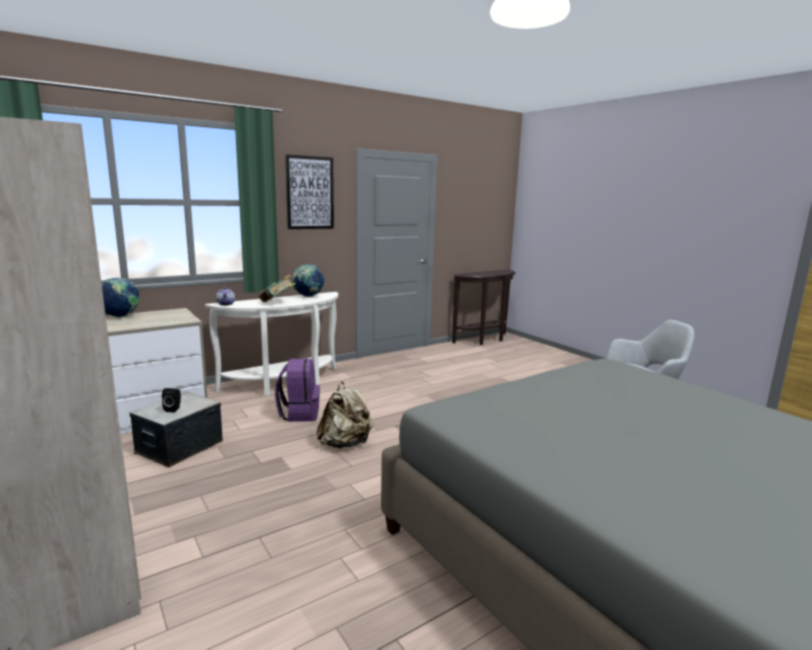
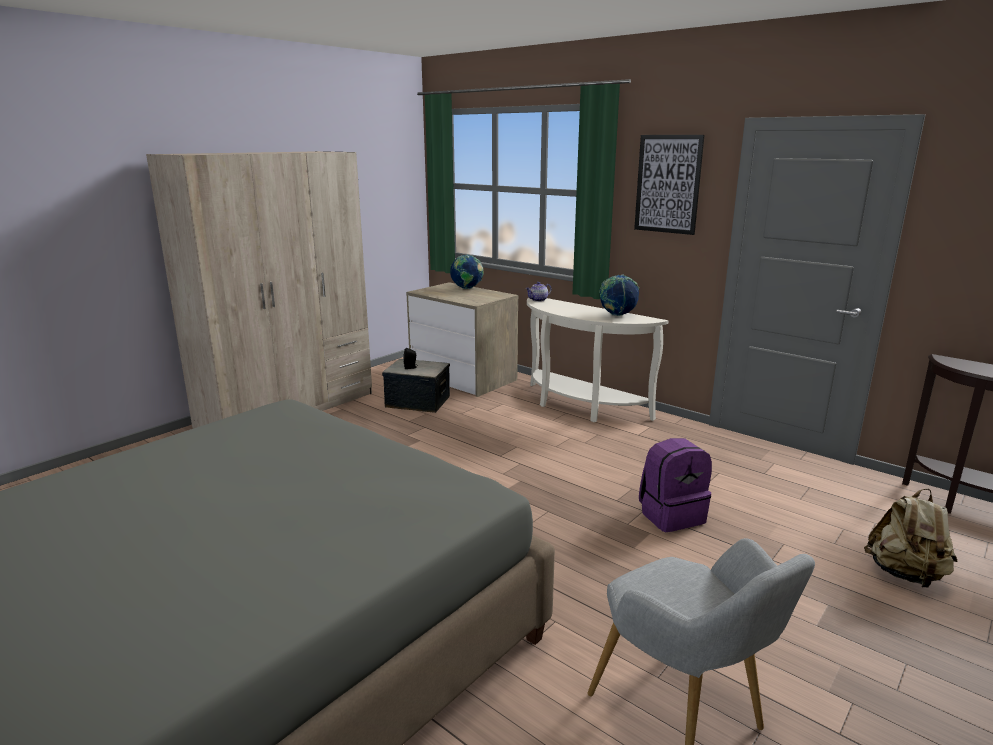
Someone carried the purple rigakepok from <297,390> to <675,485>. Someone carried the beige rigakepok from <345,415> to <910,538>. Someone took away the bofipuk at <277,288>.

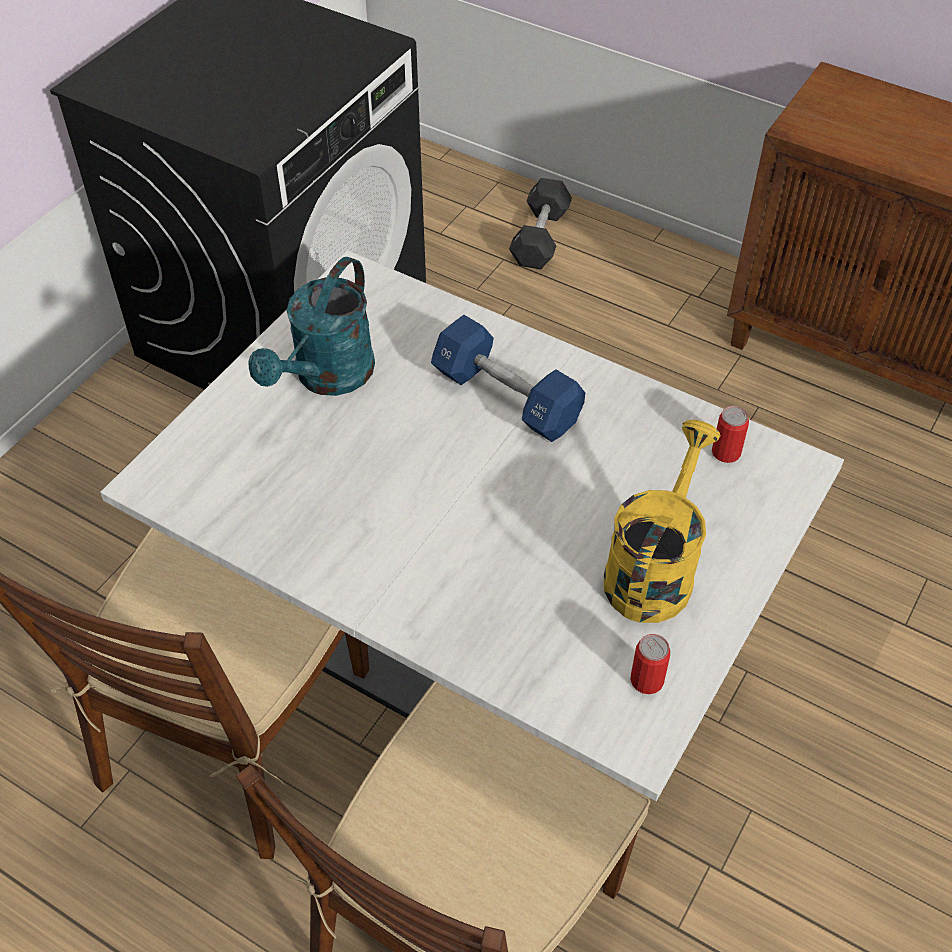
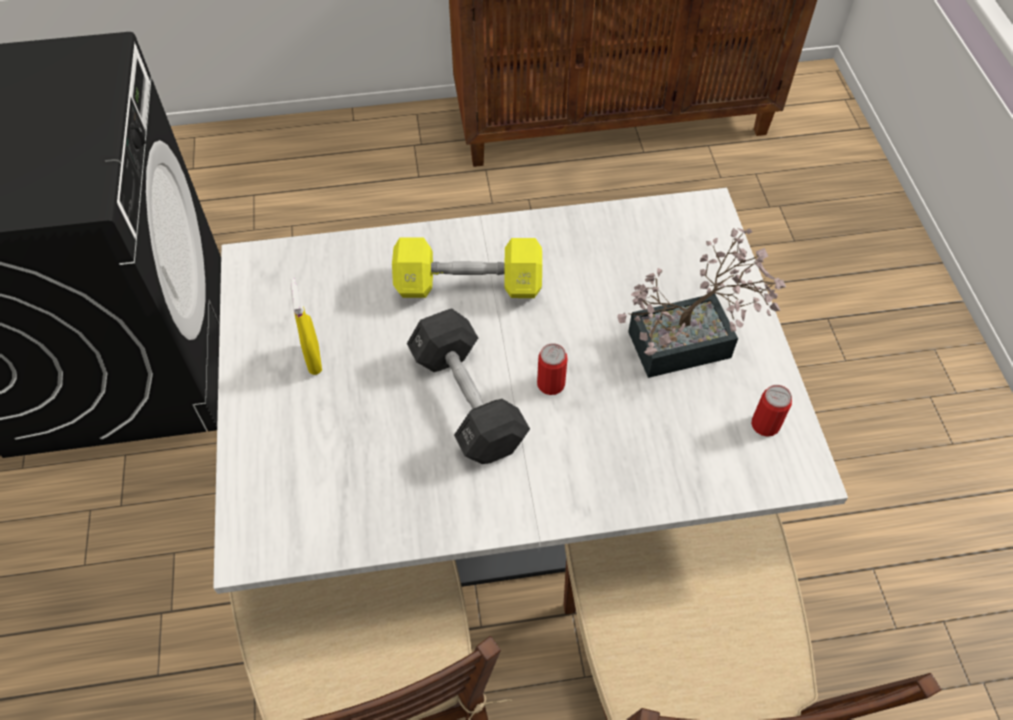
Someone swapped the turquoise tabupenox at <311,326> for the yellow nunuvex at <306,326>. Someone repainted the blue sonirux at <508,378>, which became the yellow sonirux at <467,268>. Someone carried the black sonirux from <540,223> to <468,386>. Someone carried the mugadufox from <730,434> to <552,369>. Someone swapped the yellow tabupenox at <662,521> for the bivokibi at <701,303>.

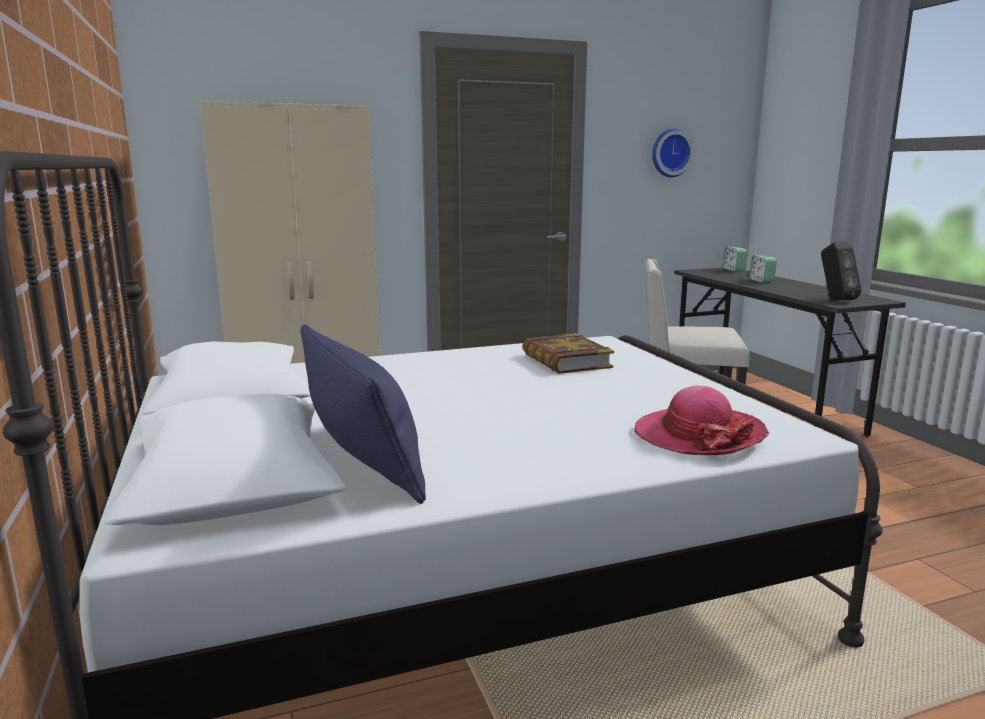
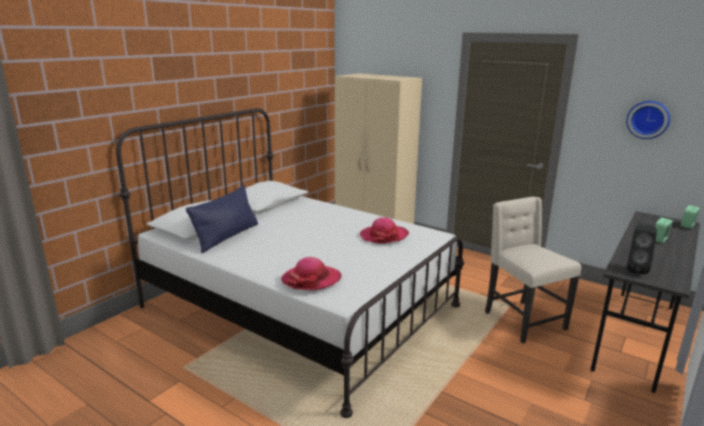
Someone swapped the bofipuk at <568,353> for the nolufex at <384,230>.

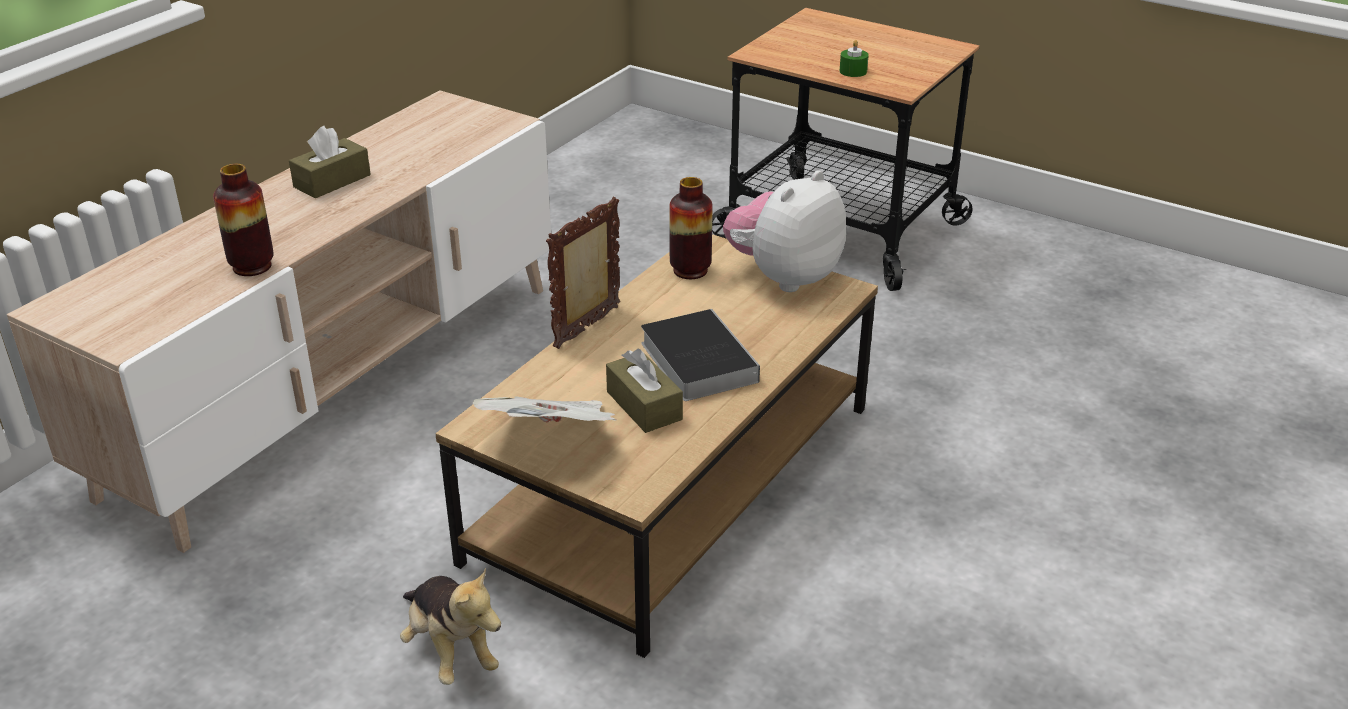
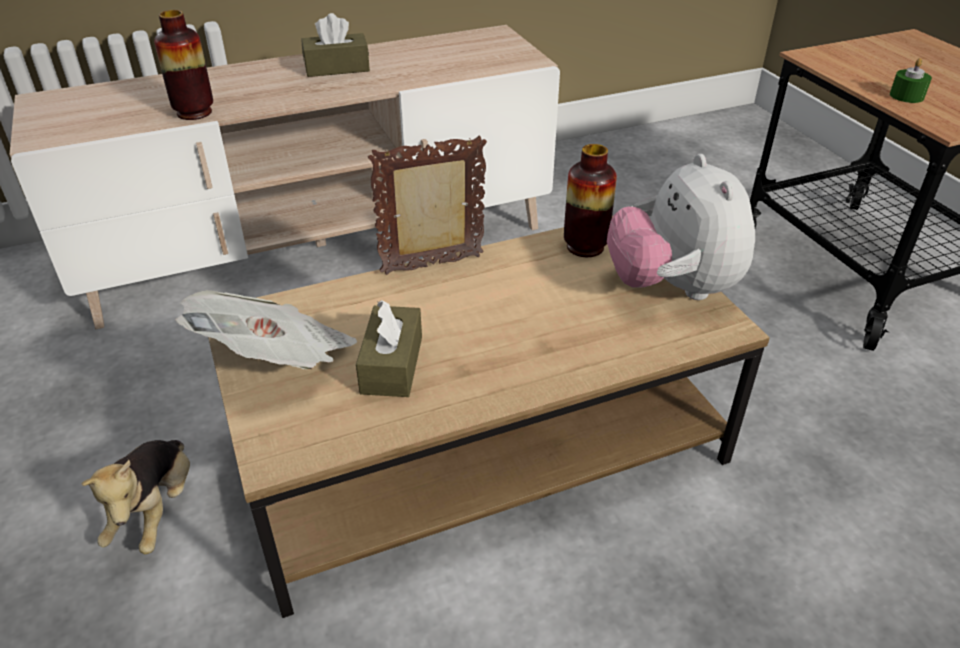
Someone rotated the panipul at <784,231> by 90 degrees counterclockwise. Someone took away the bofipuk at <700,355>.

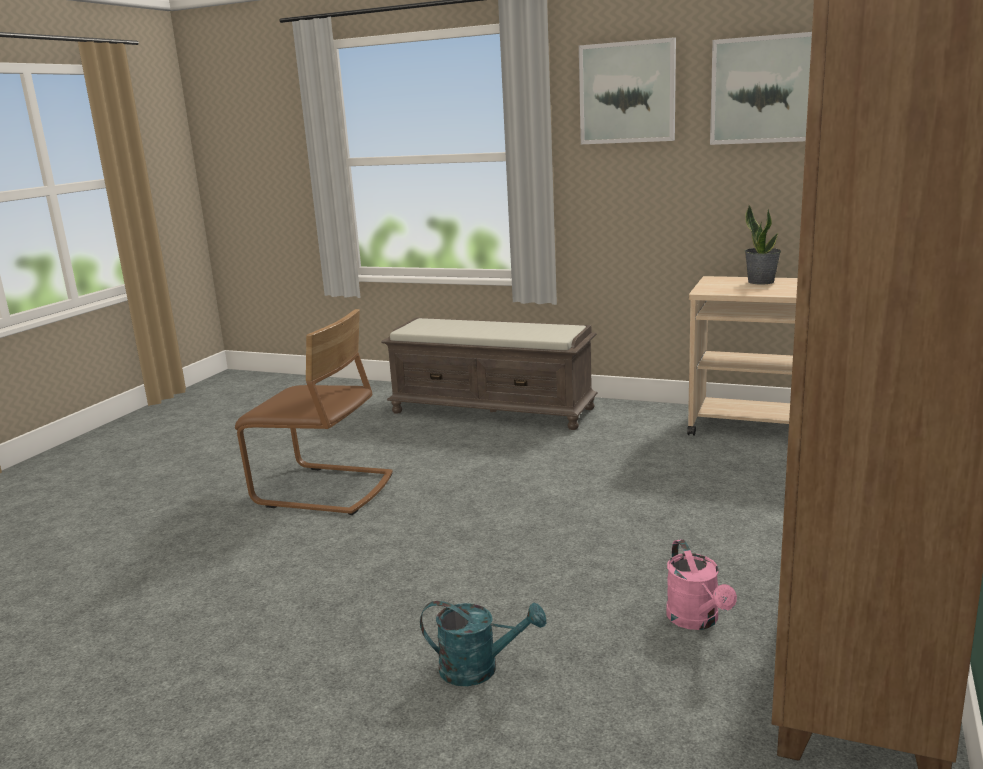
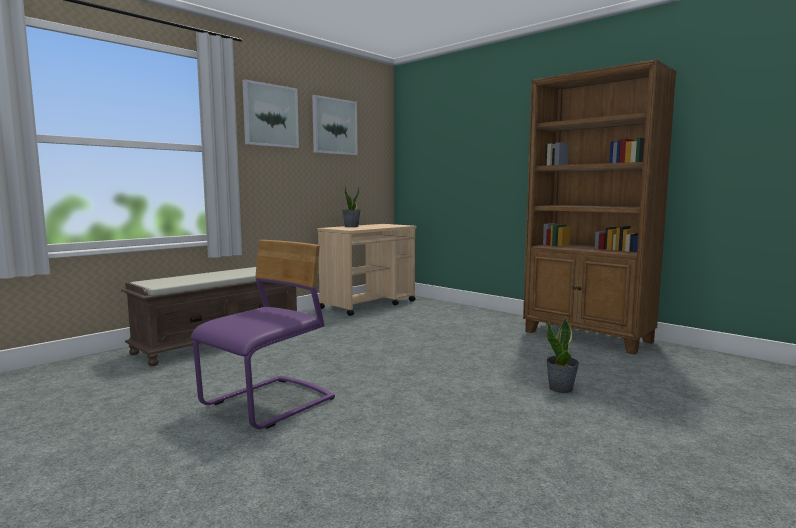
Someone repainted the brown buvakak at <314,412>, which became the purple buvakak at <263,334>. Someone swapped the turquoise tabupenox at <483,643> for the bivokibi at <562,355>. Someone took away the pink tabupenox at <701,584>.

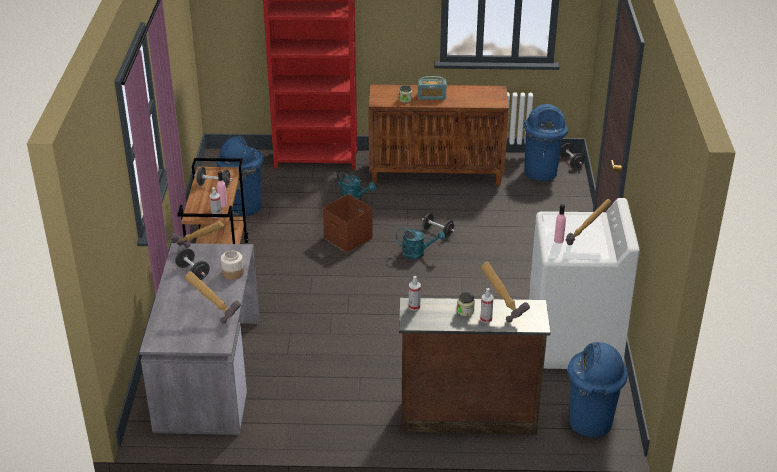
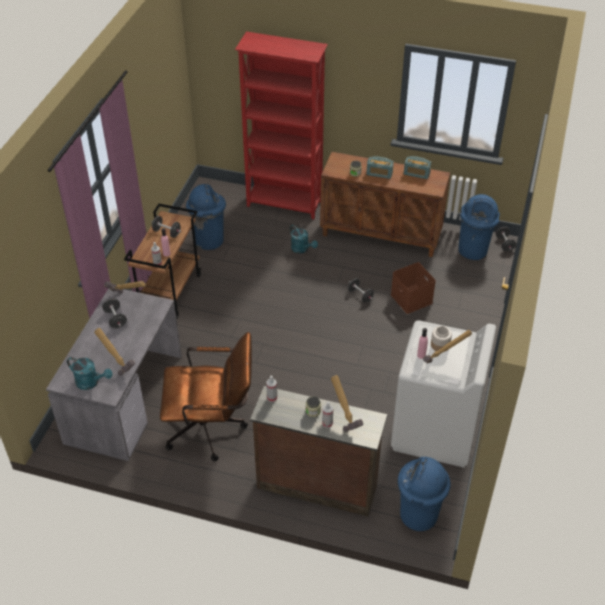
Someone carried the turquoise tabupenox from <420,244> to <89,373>. Someone put down the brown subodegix at <206,396>. Someone carried the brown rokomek from <348,223> to <413,288>. Someone put down the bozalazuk at <417,167>. Someone carried the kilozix from <232,265> to <441,339>.

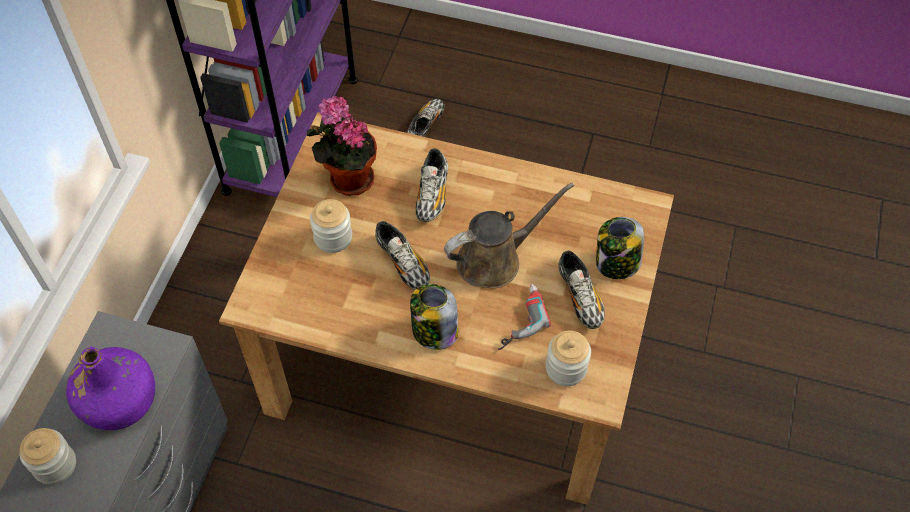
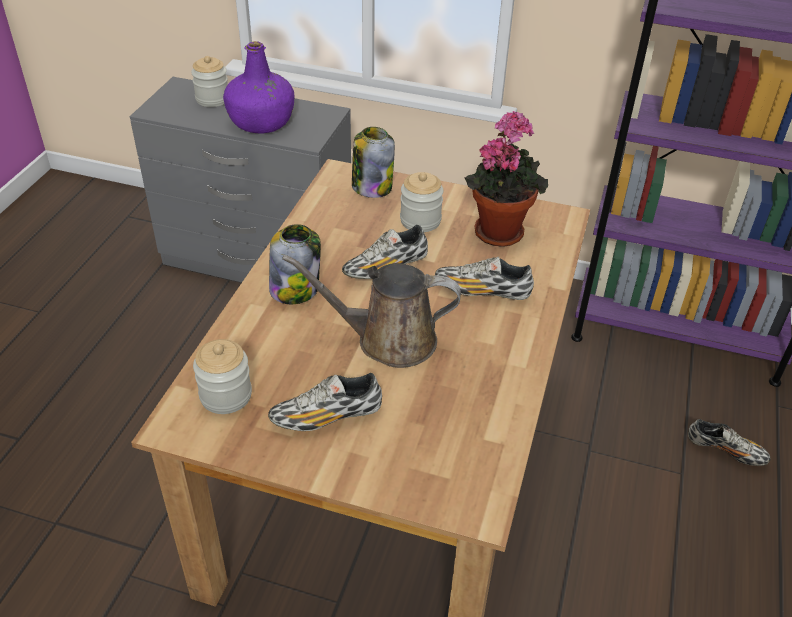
Someone rotated the brown tabupenox at <509,235> by 120 degrees clockwise. Someone carried the kilozix from <620,248> to <373,162>. Someone took away the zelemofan at <524,317>.

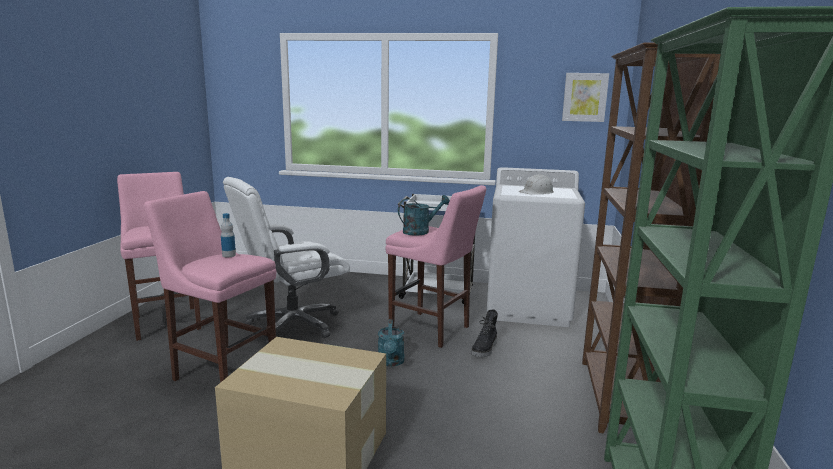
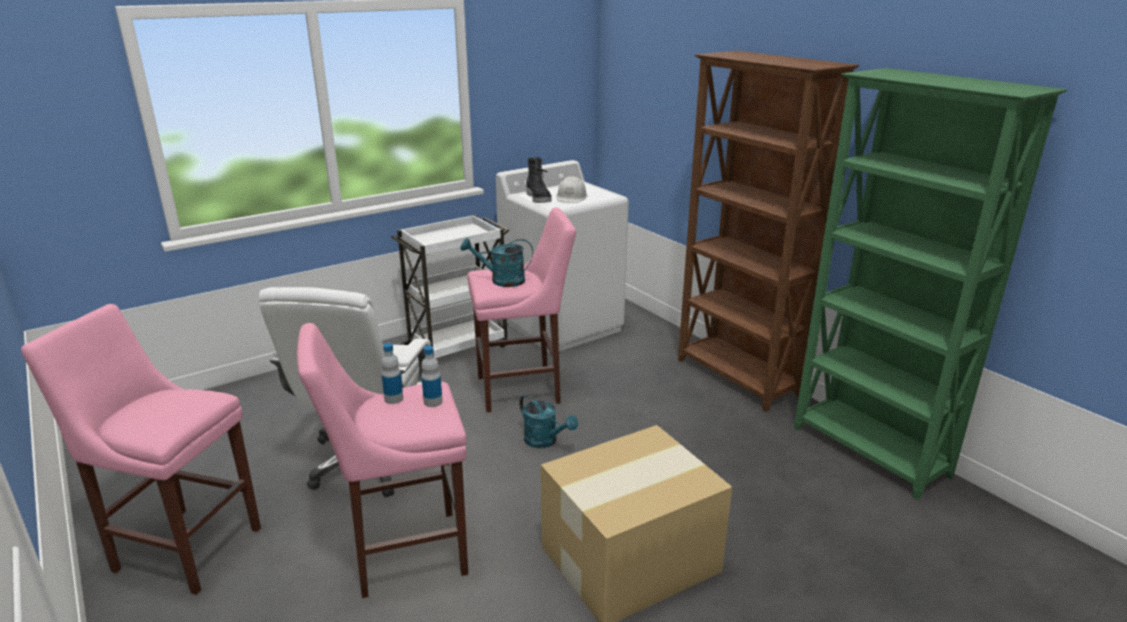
Someone put down the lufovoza at <432,376>. Someone rotated the turquoise tabupenox at <424,215> by 105 degrees counterclockwise. Someone carried the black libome from <484,333> to <539,180>. Someone took away the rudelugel at <585,97>.

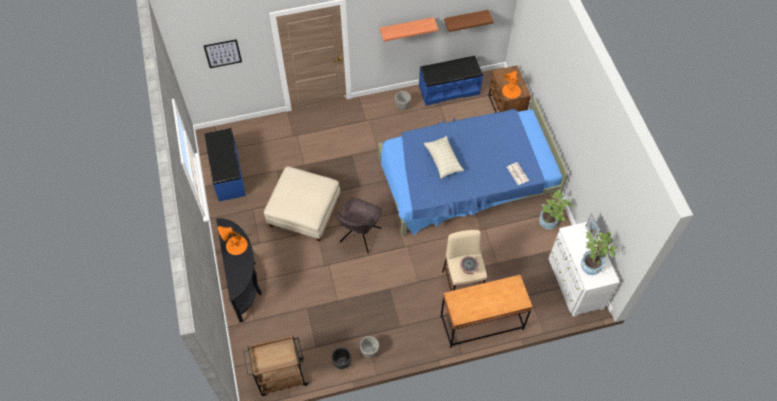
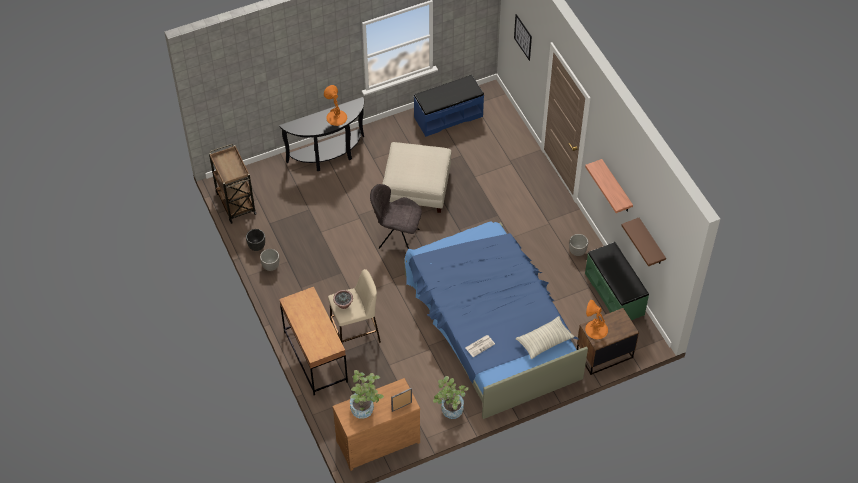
Someone repainted the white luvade at <584,269>, which became the brown luvade at <376,424>. Someone carried the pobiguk from <444,157> to <545,337>. Someone repainted the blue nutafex at <451,81>, which became the green nutafex at <617,281>.

